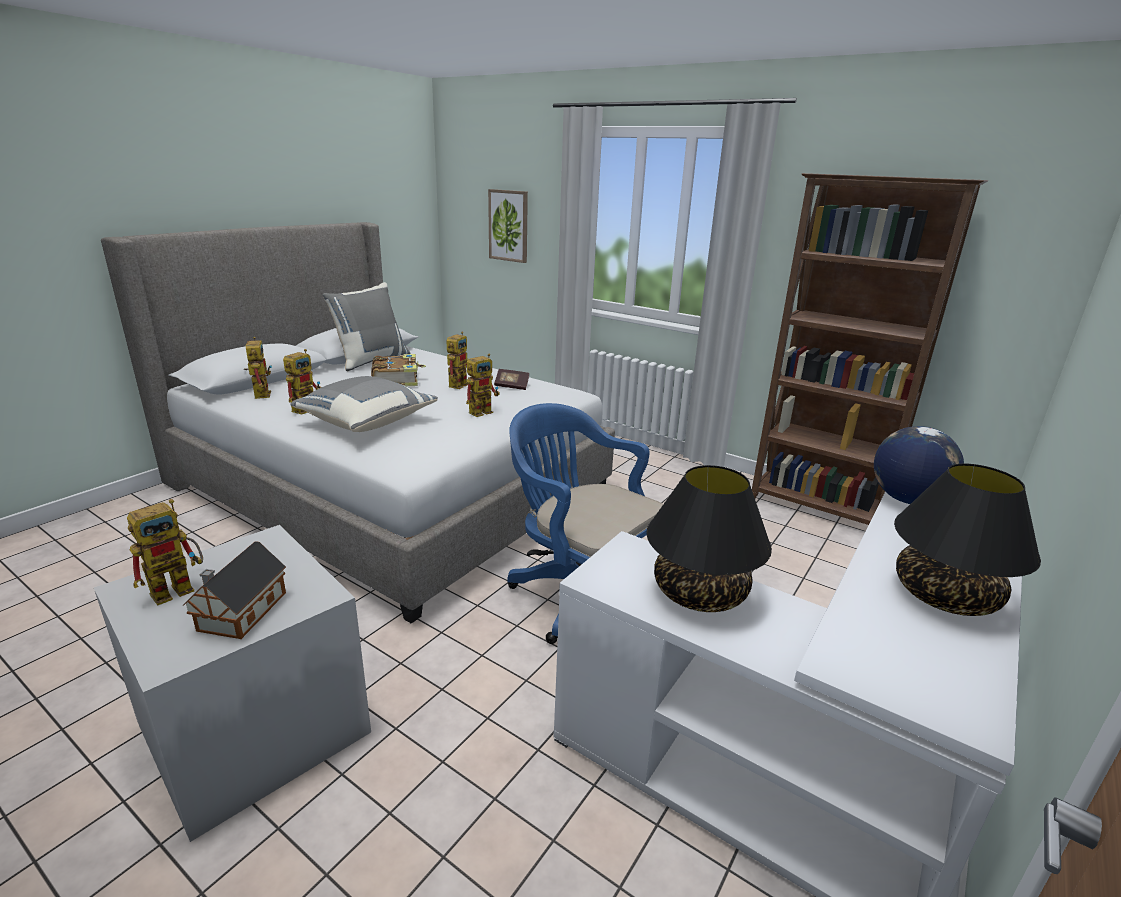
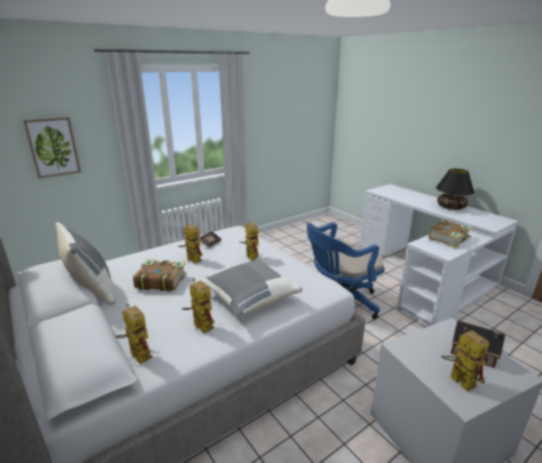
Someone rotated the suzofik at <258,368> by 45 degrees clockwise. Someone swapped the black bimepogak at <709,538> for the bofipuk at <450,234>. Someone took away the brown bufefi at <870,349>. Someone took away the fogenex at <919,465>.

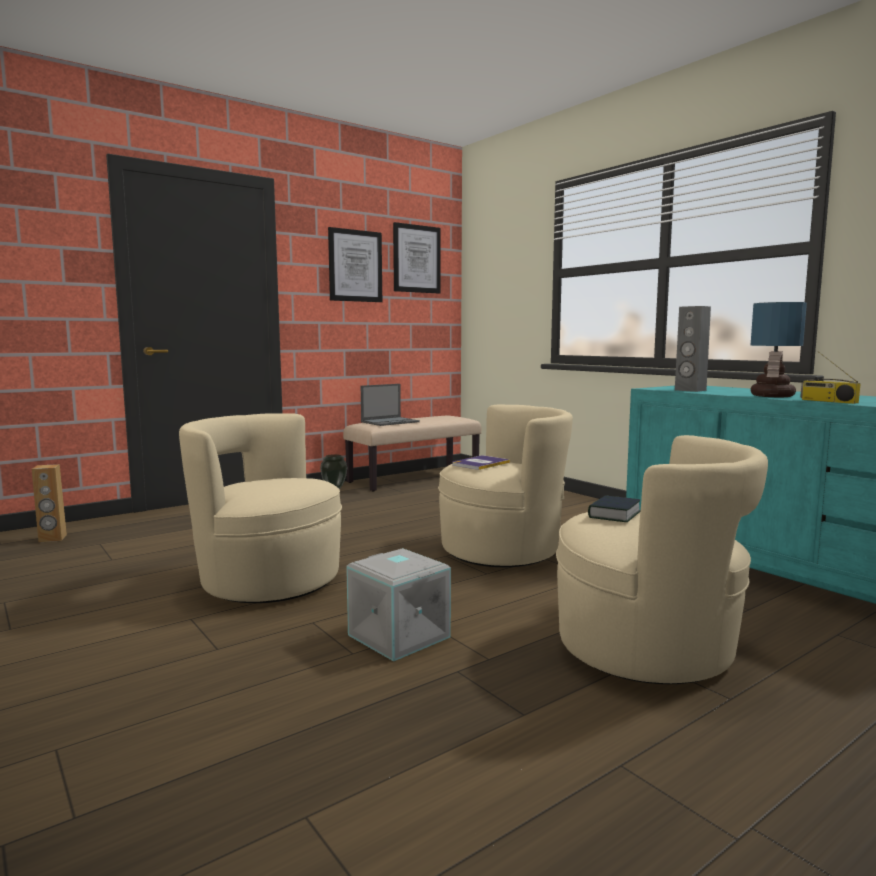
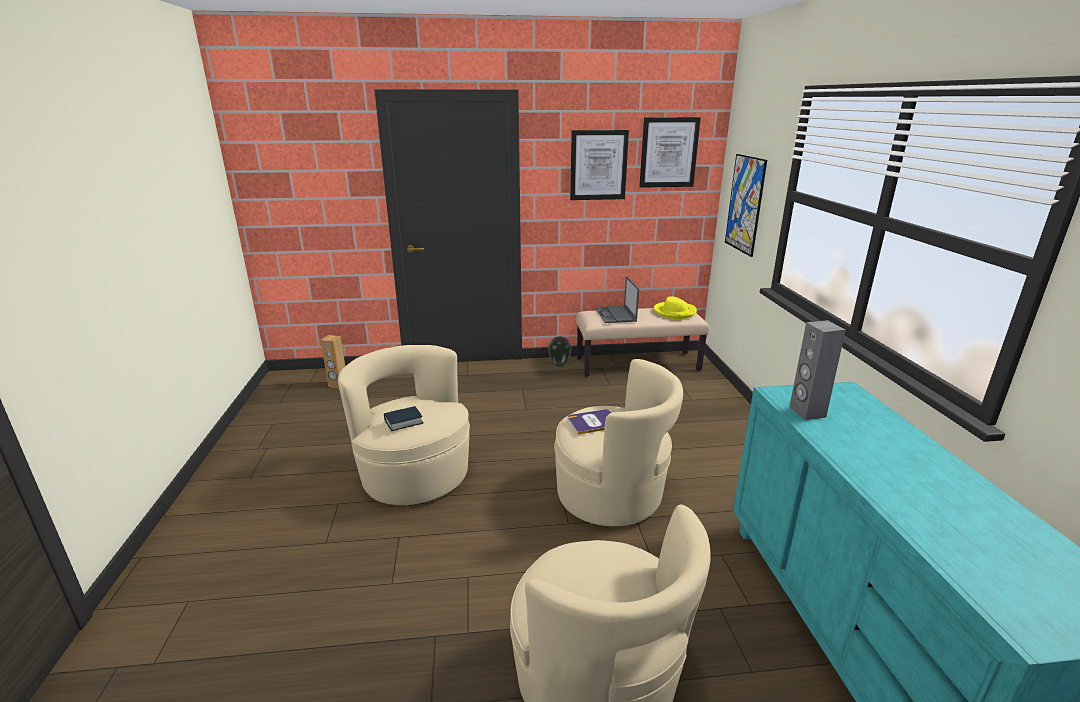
Someone carried the bofipuk from <614,508> to <403,418>. Someone rotated the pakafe at <390,405> by 90 degrees clockwise. Someone put down the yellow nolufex at <675,308>. Someone put up the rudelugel at <746,205>. Someone took away the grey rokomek at <398,605>. Someone took away the bimepogak at <778,349>. Someone took away the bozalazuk at <830,377>.

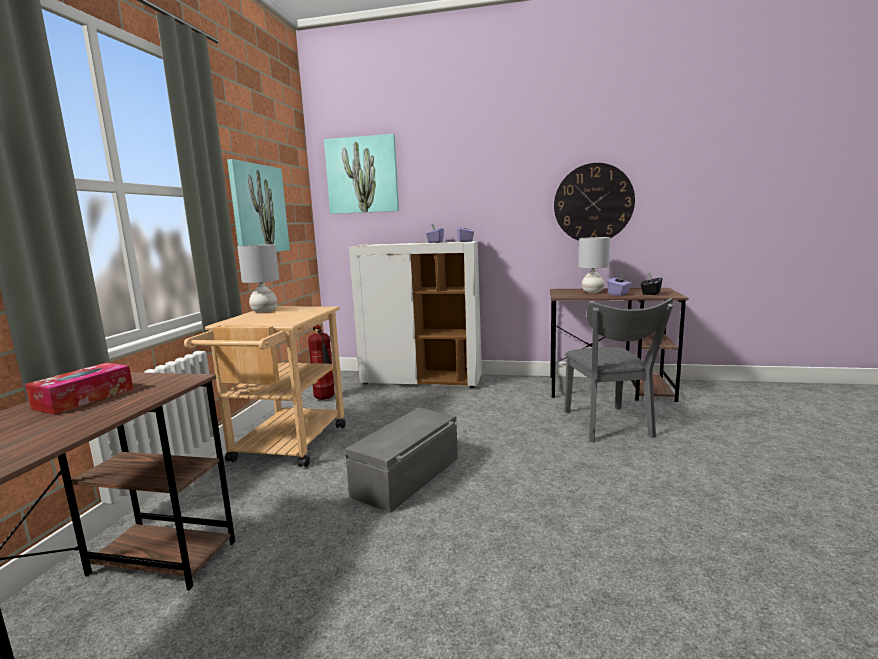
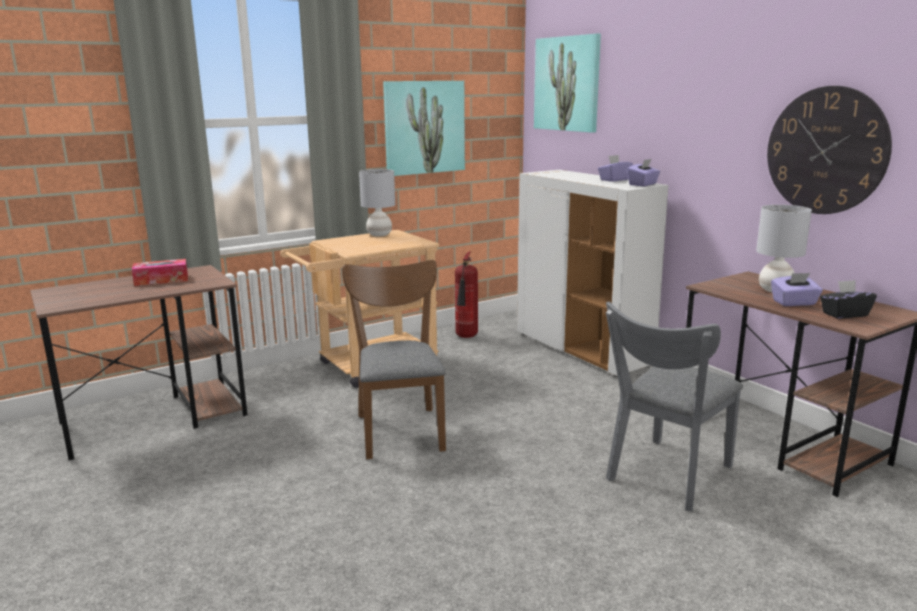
Someone swapped the grey rokomek at <401,460> for the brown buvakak at <394,359>.

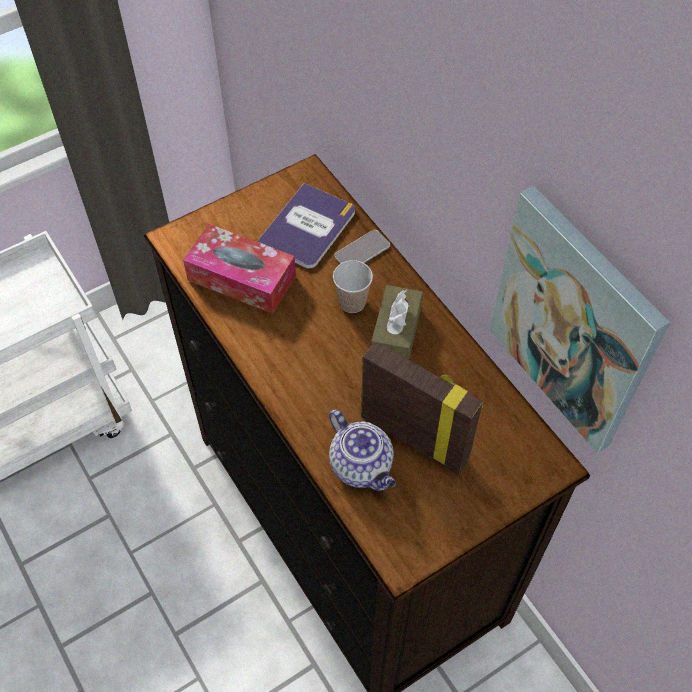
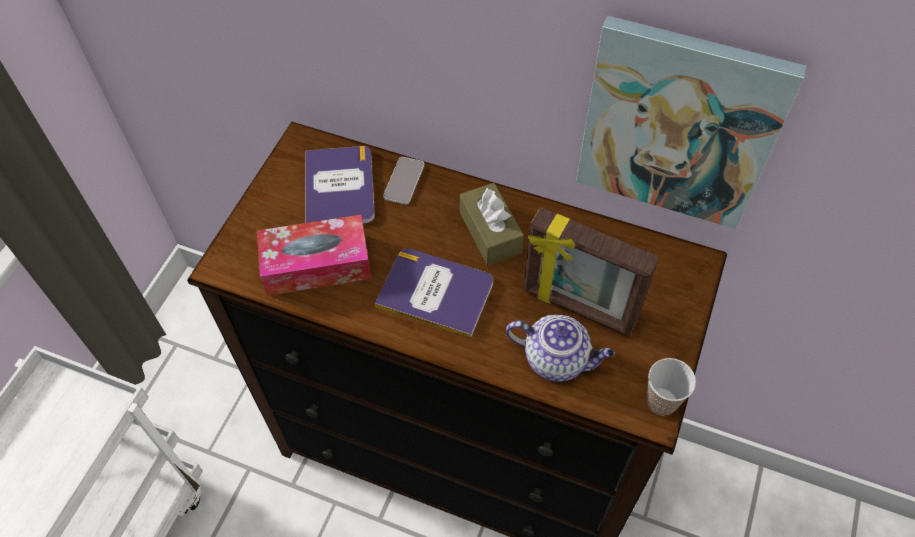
Someone put down the bofipuk at <434,293>. Someone rotated the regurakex at <422,408> by 150 degrees counterclockwise. Someone carried the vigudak from <353,286> to <671,387>.

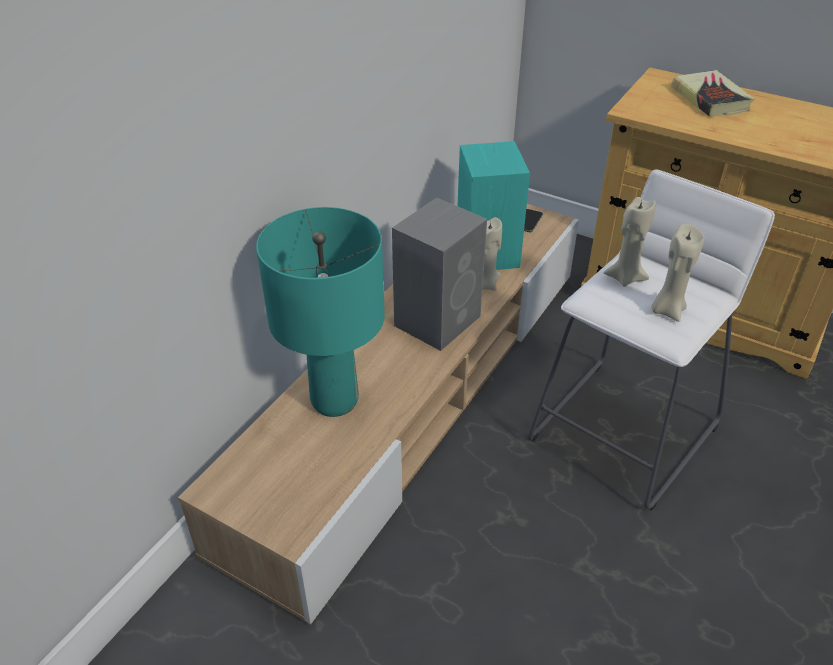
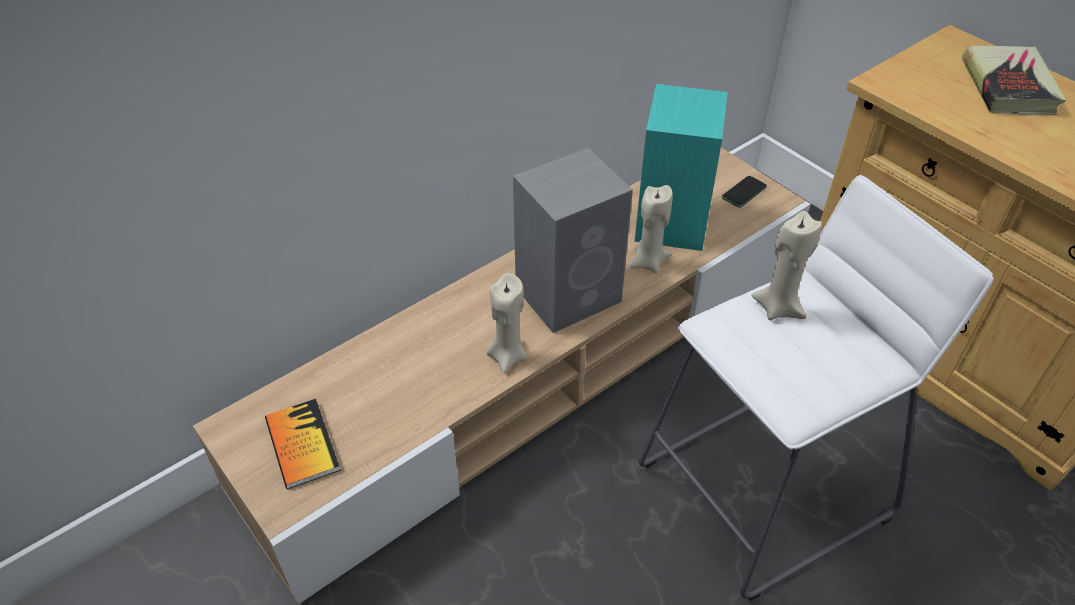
Someone put down the bofipuk at <303,444>. Someone carried the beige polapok from <677,273> to <507,323>. Someone took away the turquoise bimepogak at <320,312>.

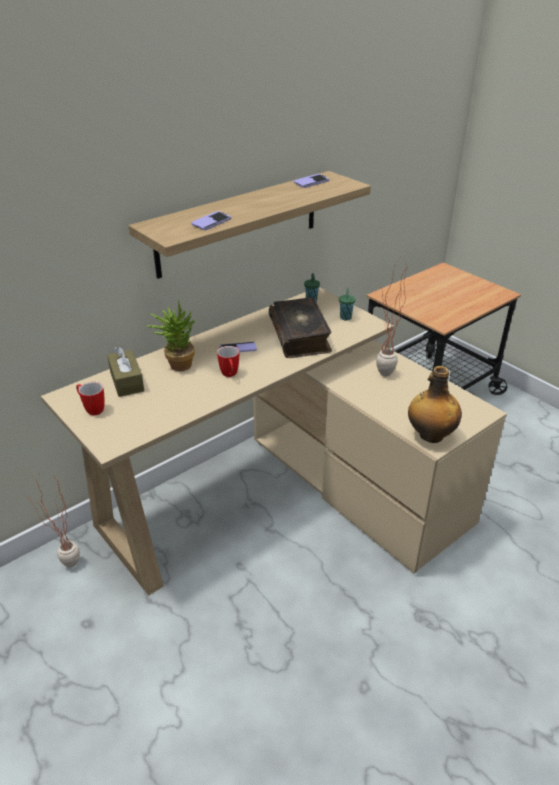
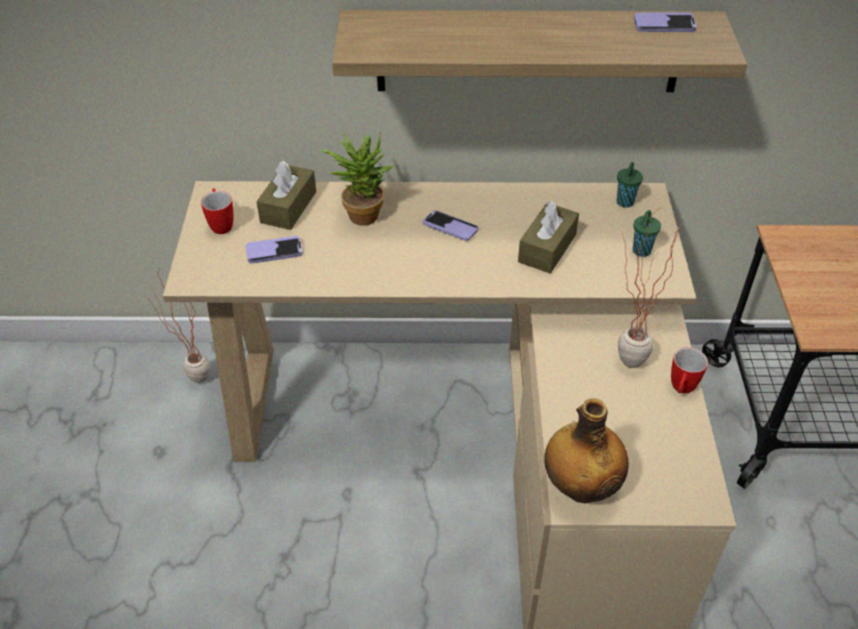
Someone carried the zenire from <211,220> to <274,250>. Someone swapped the bofipuk at <300,327> for the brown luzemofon at <548,236>. Someone carried the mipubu from <228,361> to <689,370>.

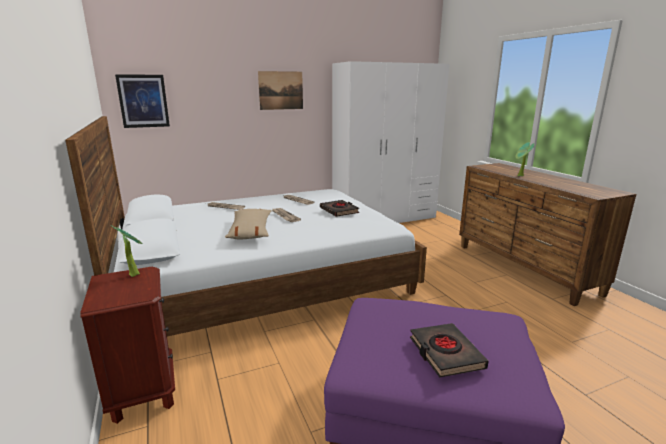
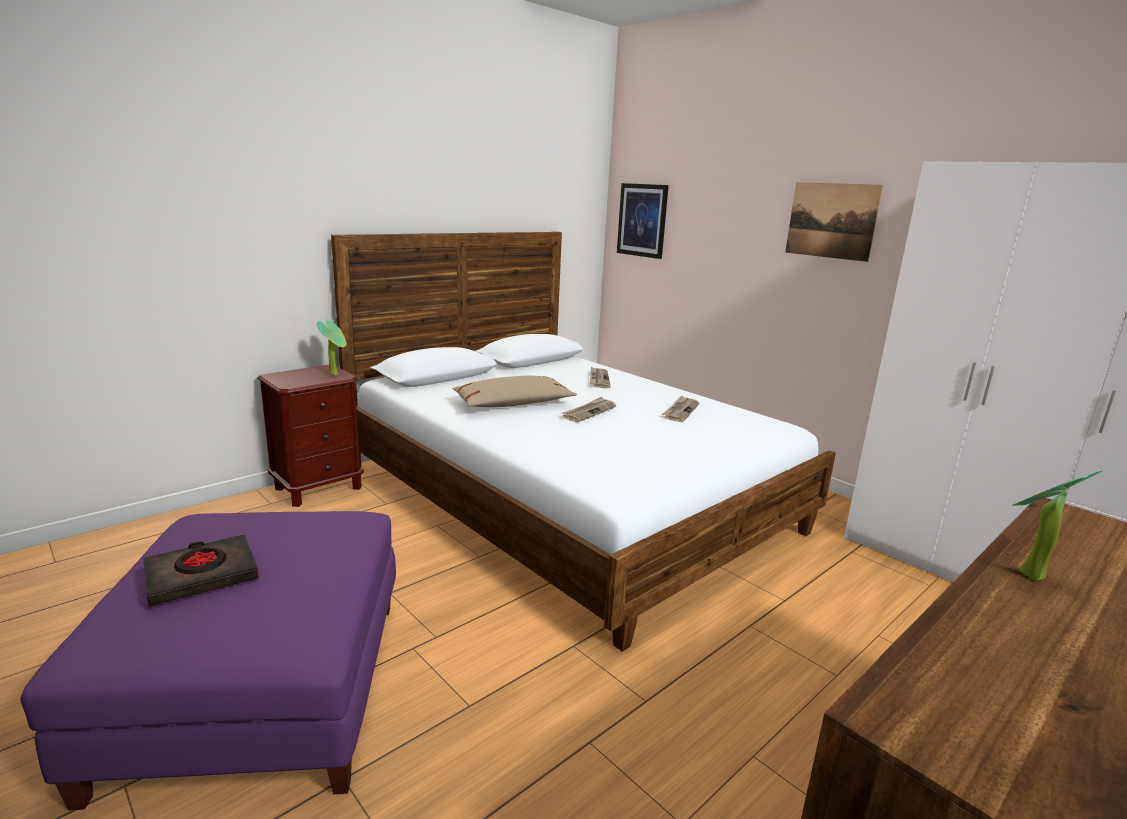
Someone took away the black bofipuk at <339,208>.

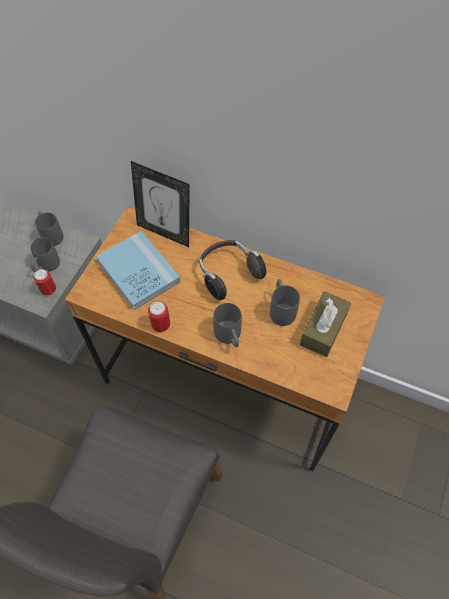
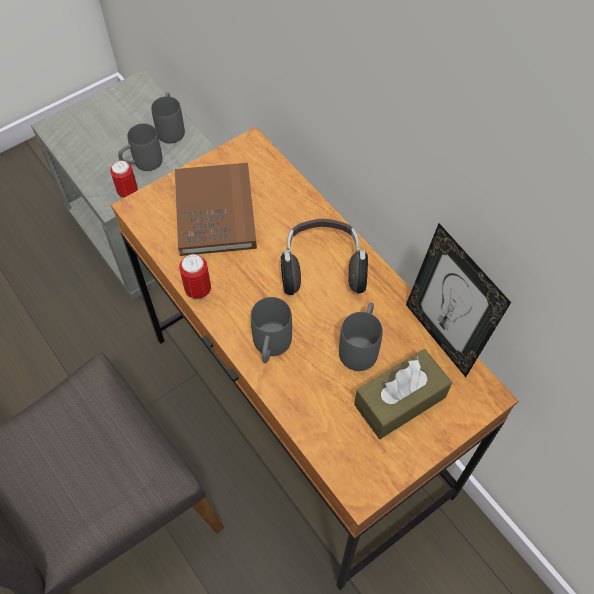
Someone repainted the blue bofipuk at <138,270>, which became the brown bofipuk at <216,209>. Someone carried the regurakex from <160,204> to <458,300>.

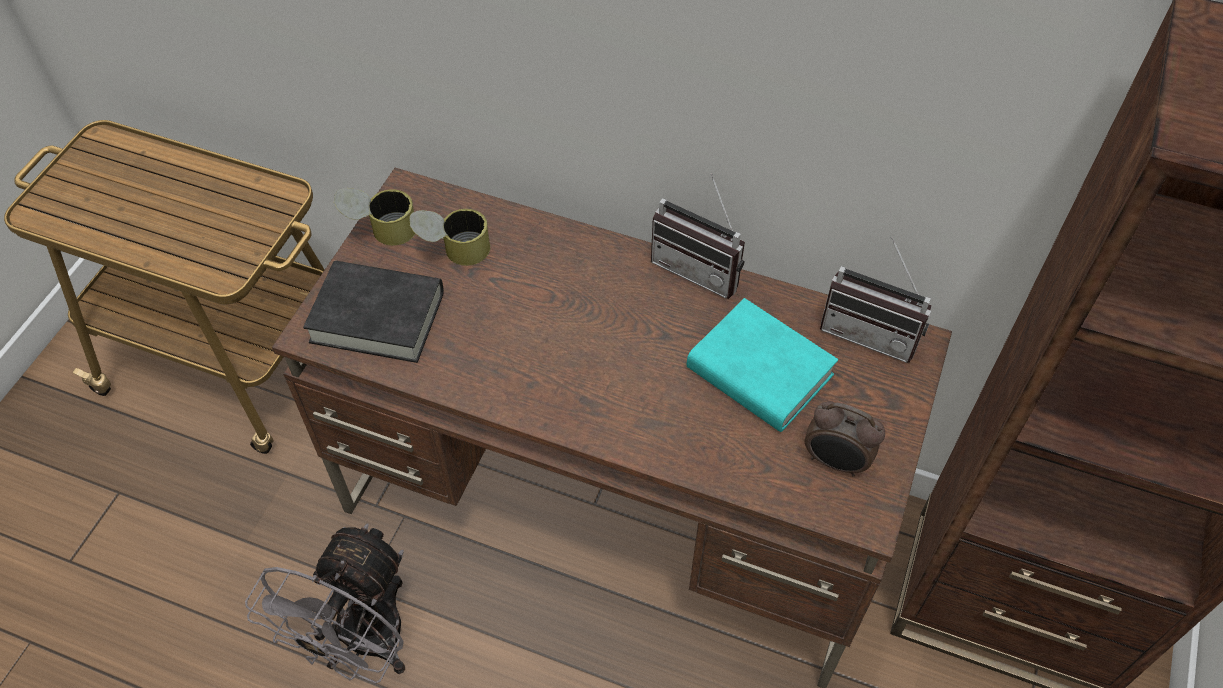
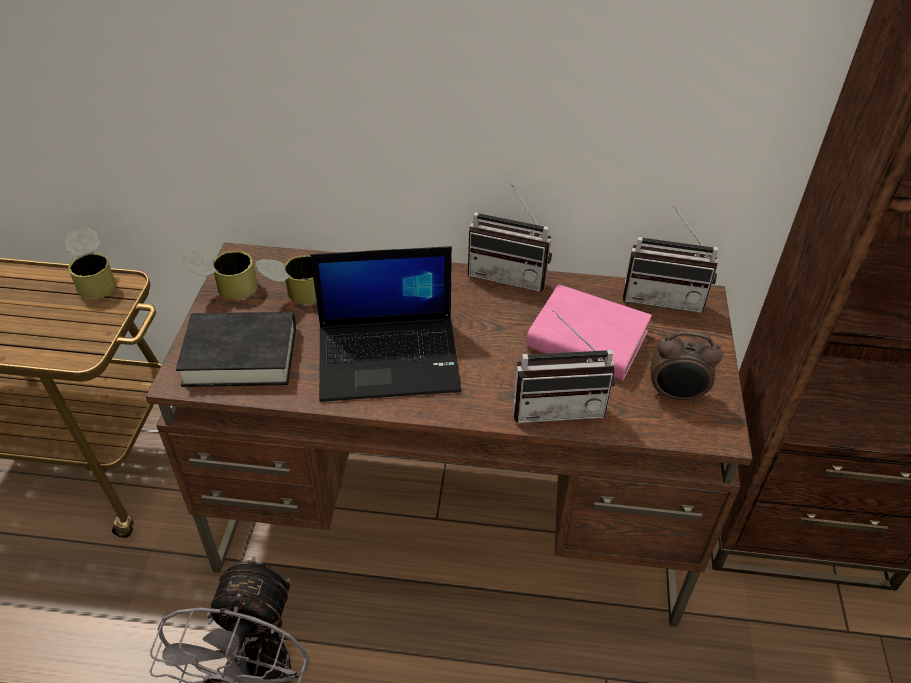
Someone put down the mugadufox at <90,263>. Someone put down the pakafe at <385,324>. Someone put down the bozalazuk at <563,366>. Someone repainted the turquoise bofipuk at <762,365>, which became the pink bofipuk at <589,332>.

